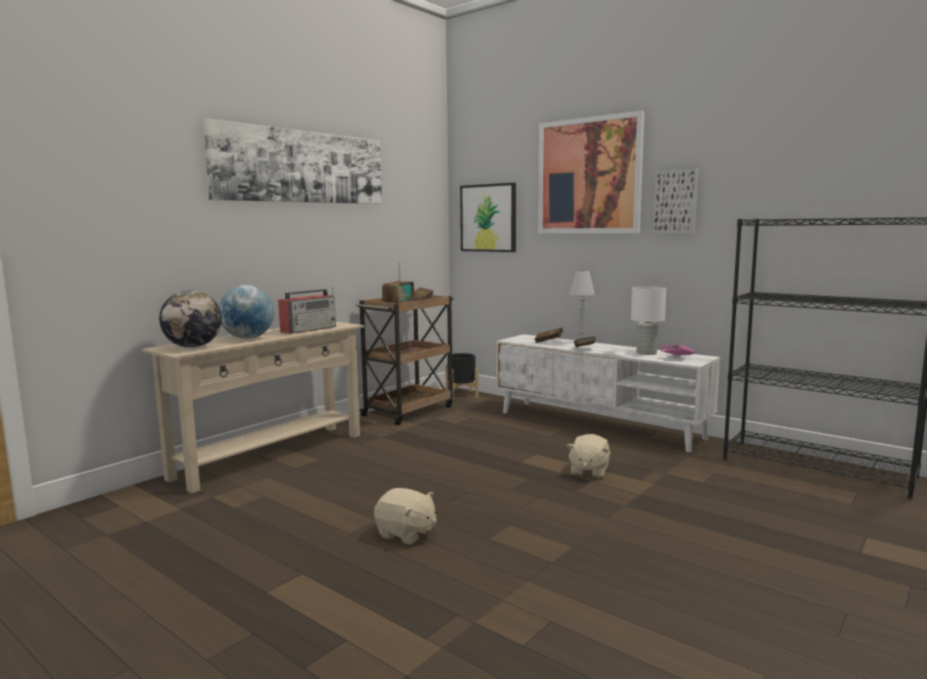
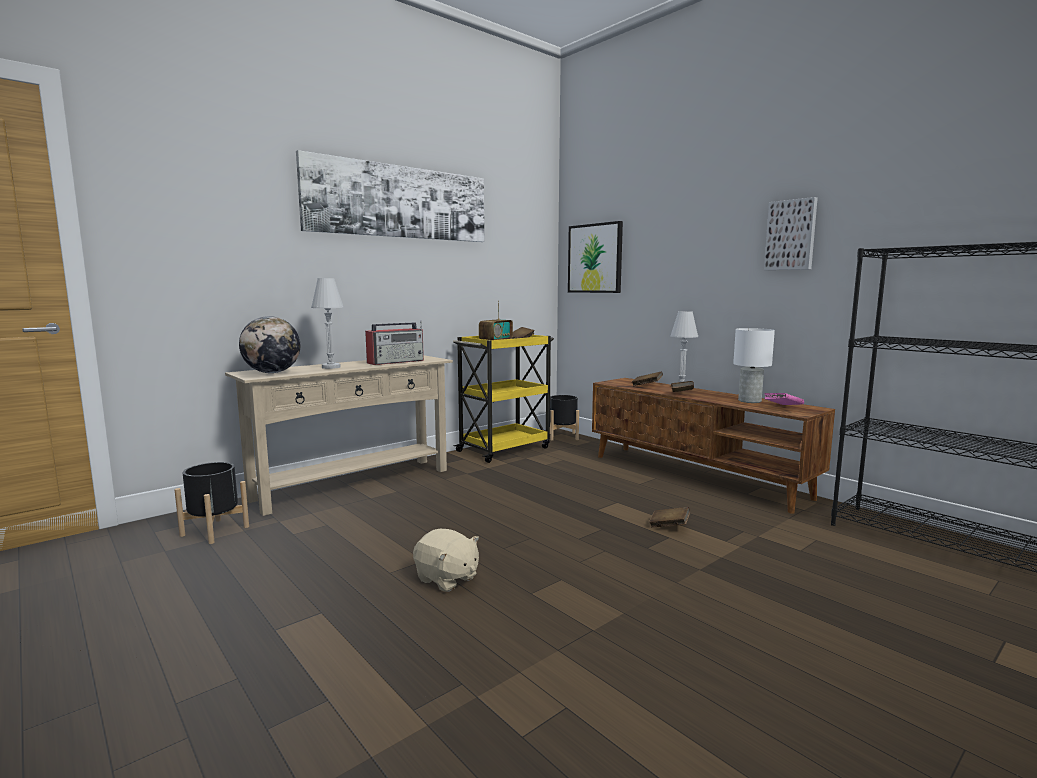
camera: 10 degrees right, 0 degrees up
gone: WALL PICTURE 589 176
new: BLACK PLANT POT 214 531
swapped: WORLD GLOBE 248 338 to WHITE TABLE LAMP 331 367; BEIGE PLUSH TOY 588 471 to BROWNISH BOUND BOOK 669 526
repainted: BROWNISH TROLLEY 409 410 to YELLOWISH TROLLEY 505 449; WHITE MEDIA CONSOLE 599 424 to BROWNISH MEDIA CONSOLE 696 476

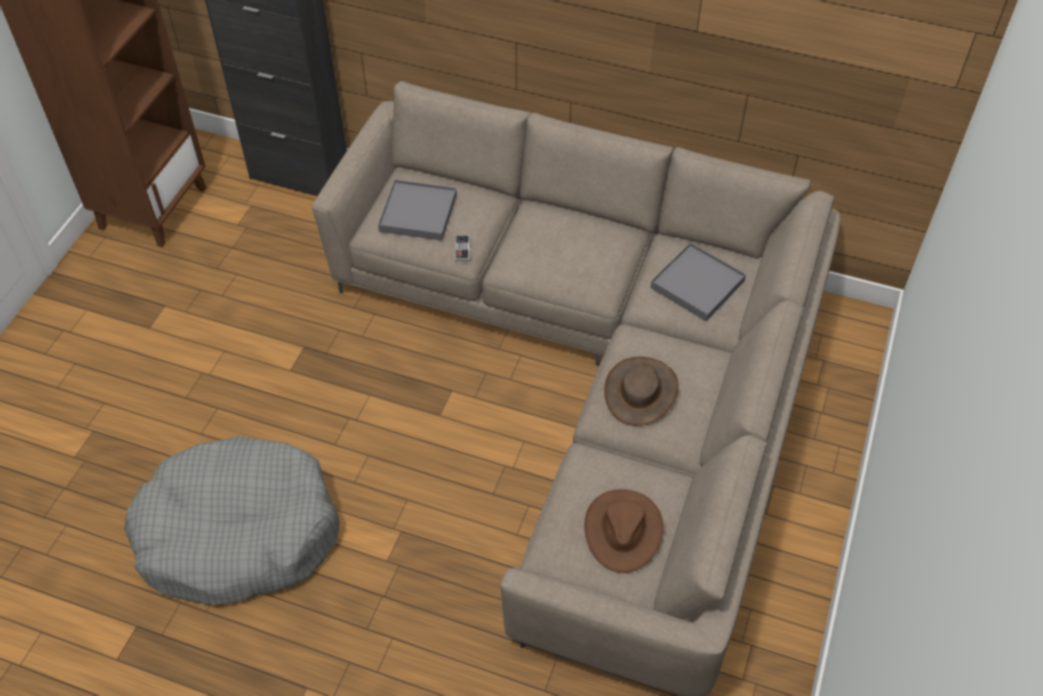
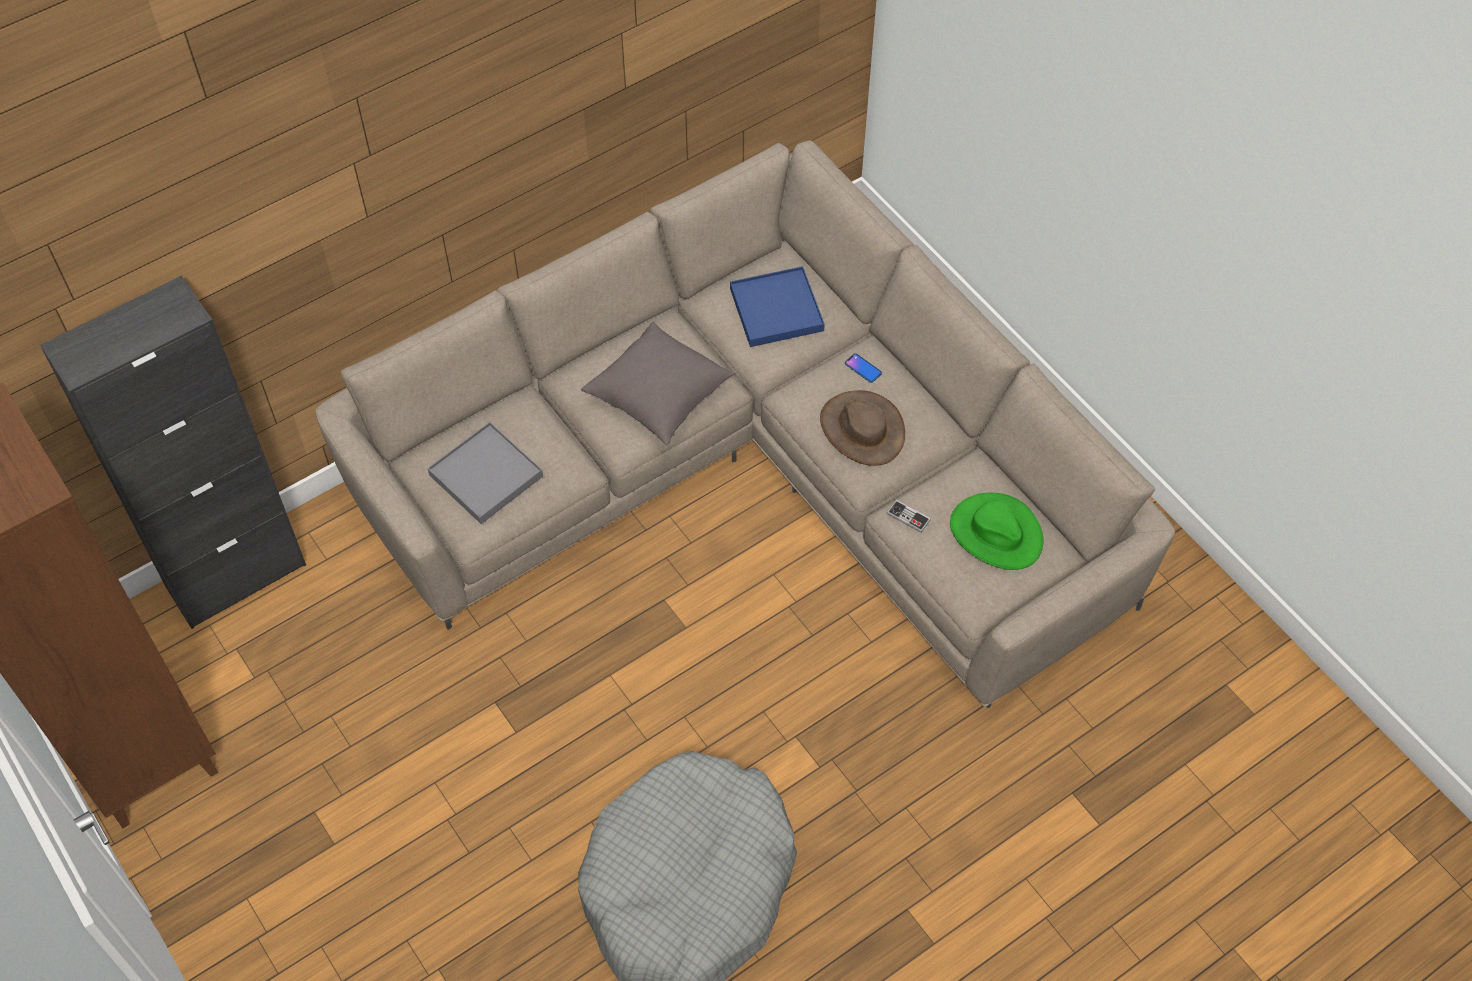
camera: 55 degrees left, 5 degrees up
new: GRAY PILLOW 659 396; PHONE 863 368
shifted: JOYPAD 462 249 to 908 517
repainted: GRAY TRAY 697 284 to BLUE TRAY 776 309; BROWNISH WEARABLE HAT 622 530 to GREEN-COLOURED WEARABLE HAT 995 533

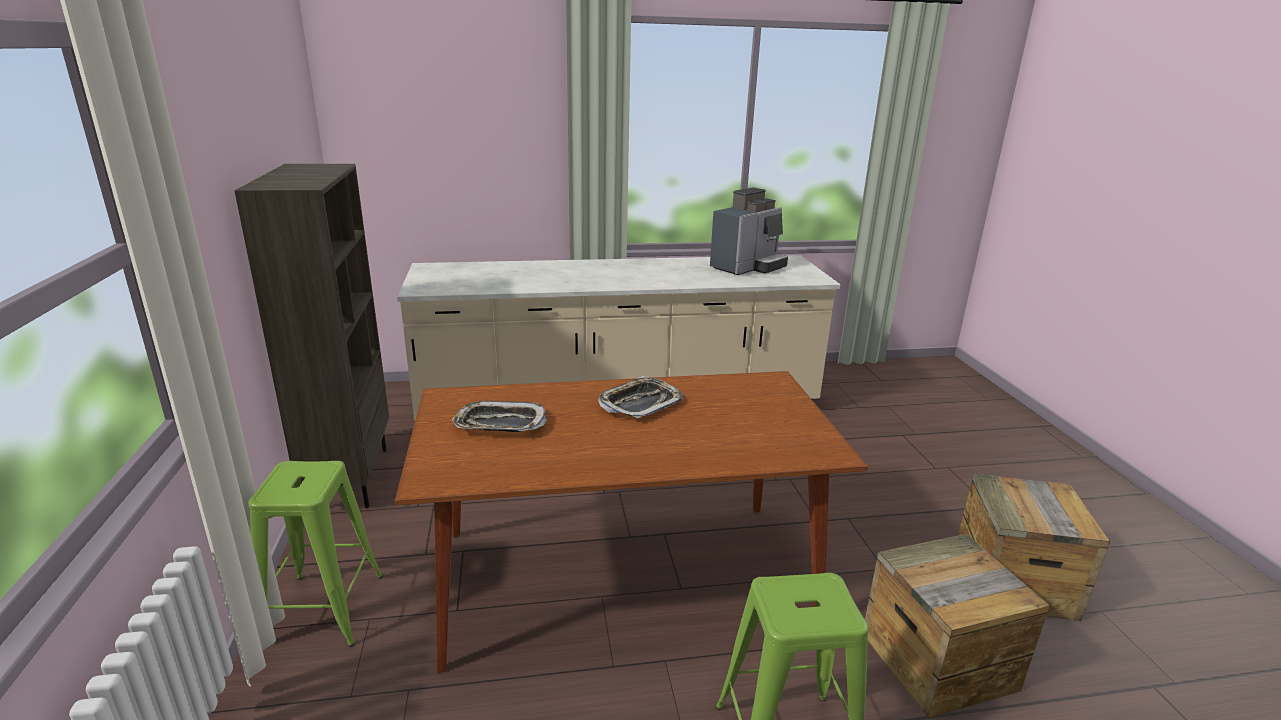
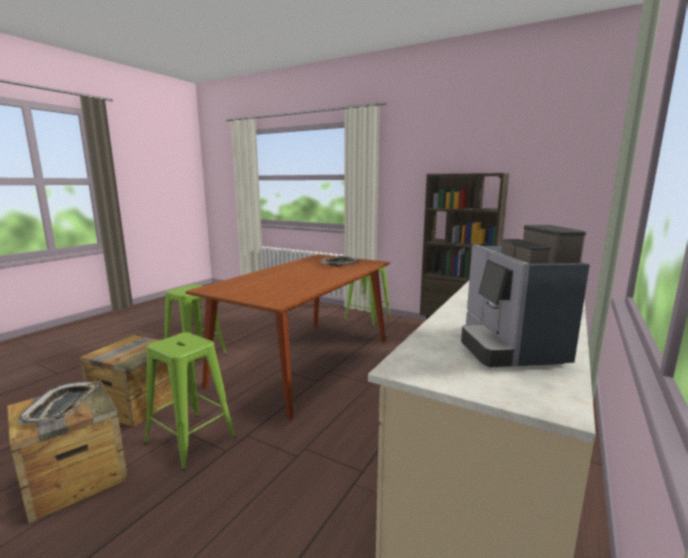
camera: 130 degrees right, 10 degrees down
new: GREEN-COLOURED STOOL SEAT 191 440
shifted: TRAY 640 403 to 62 406

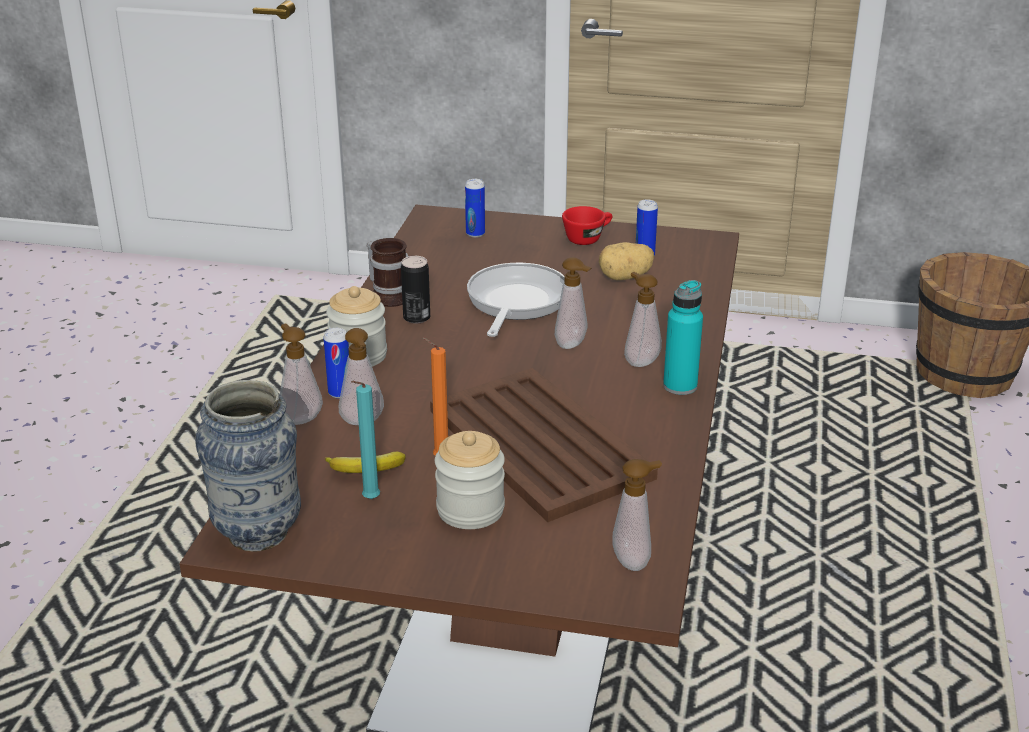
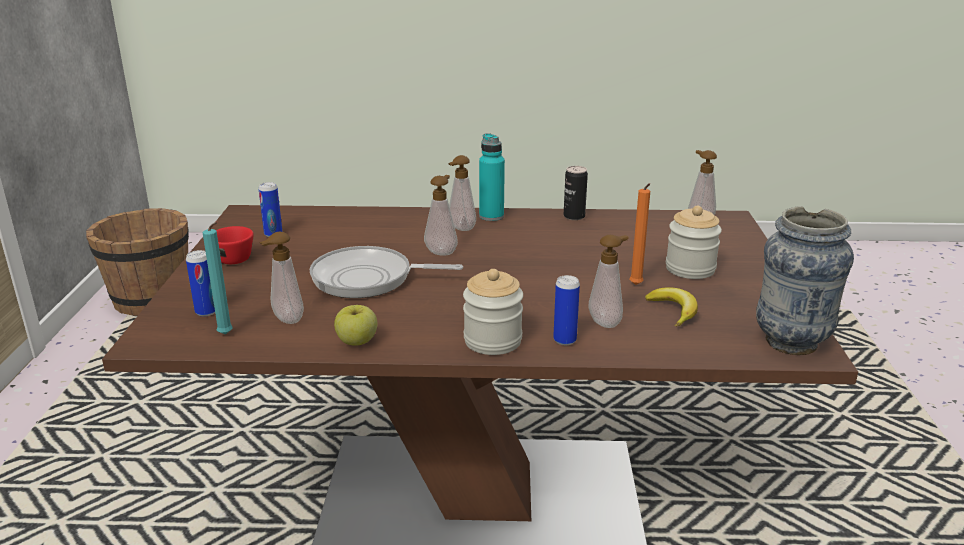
camera: 100 degrees left, 5 degrees down
gone: BROWNISH TRAY 538 442; WHOLE POTATO 625 277
shifted: BLUE-GREEN WAX CANDLE 369 500 to 227 335; SOAP BOTTLE 300 418 to 285 320; CAN 416 317 to 574 216
swapped: MUG 390 294 to APPLE 357 342

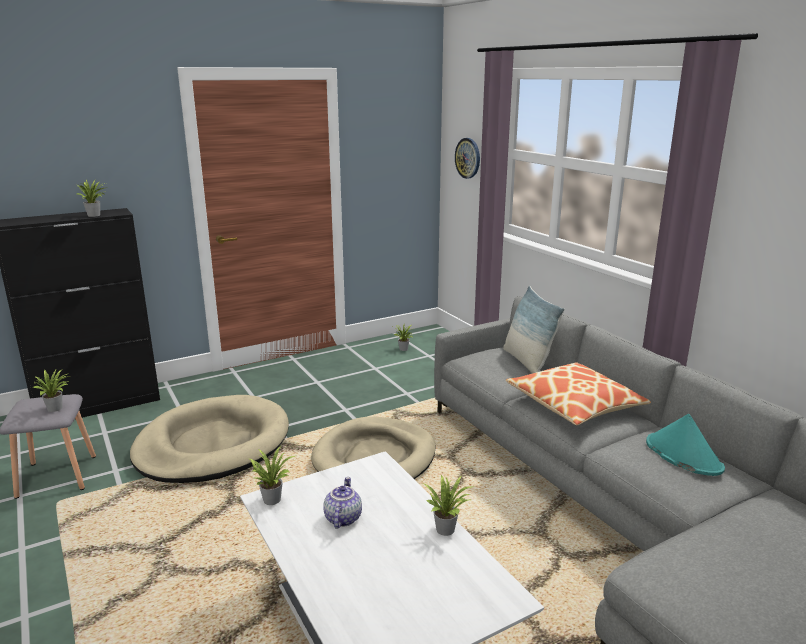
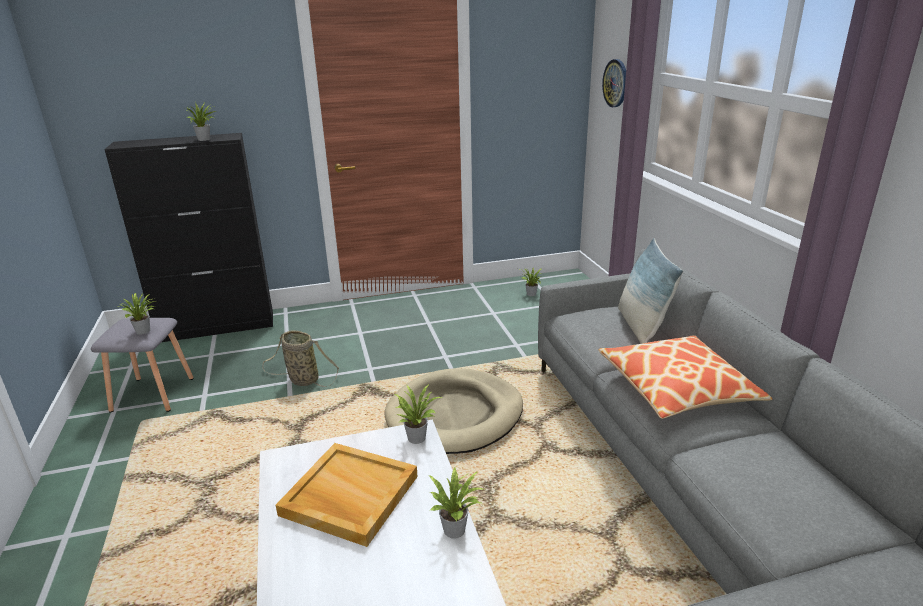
camera: 15 degrees right, 5 degrees up
gone: BLUE-GREEN WEARABLE HAT 683 455
shifted: PLANT IN A POT 271 498 to 416 436
swapped: BEIGE DOG BED 213 445 to HOUSEHOLD BASKET 302 379; TEA POT 342 518 to BEIGE TRAY 348 496

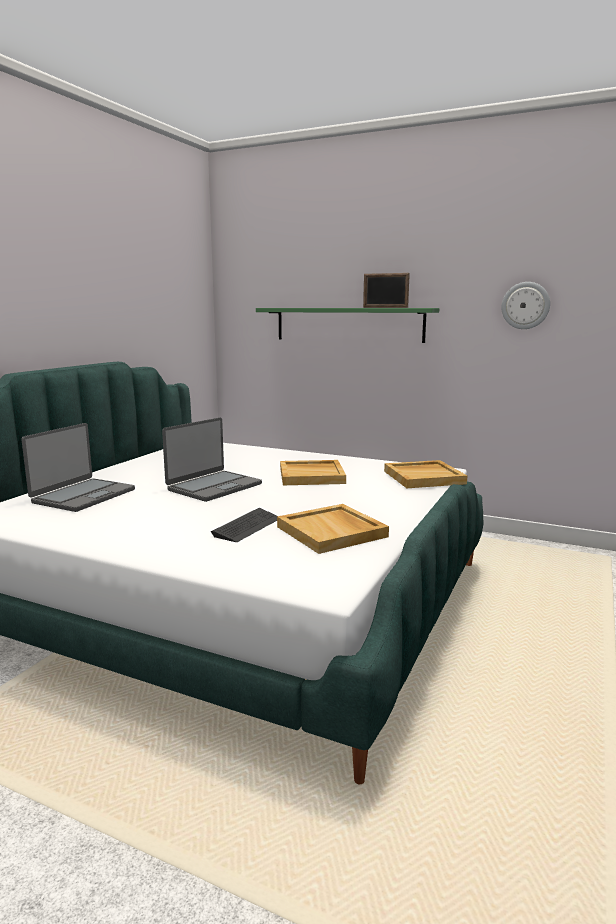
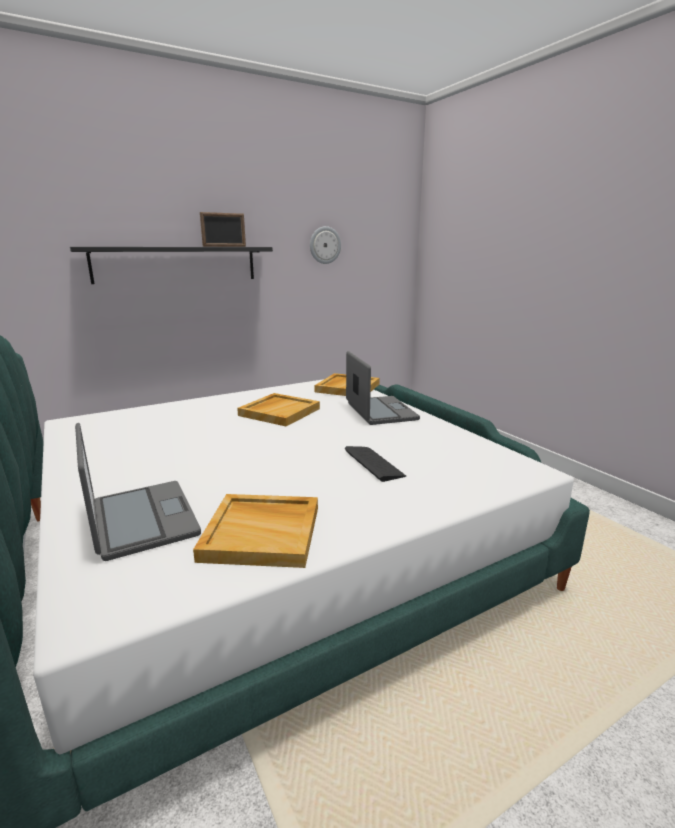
camera: 55 degrees left, 5 degrees up
shifted: BEIGE TRAY 332 532 to 263 532; PORTABLE COMPUTER 214 487 to 380 411
repainted: GREEN-COLOURED WALL SHELF 348 324 to BLACK WALL SHELF 176 264

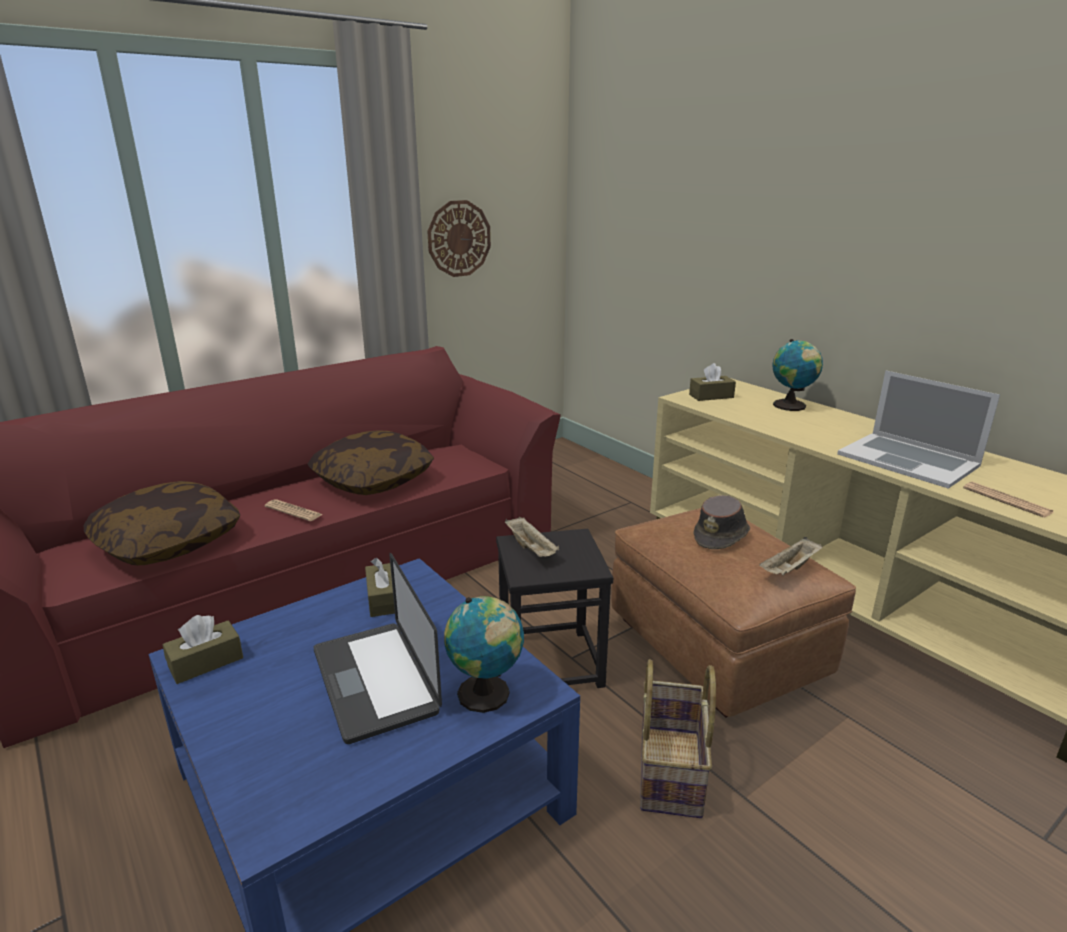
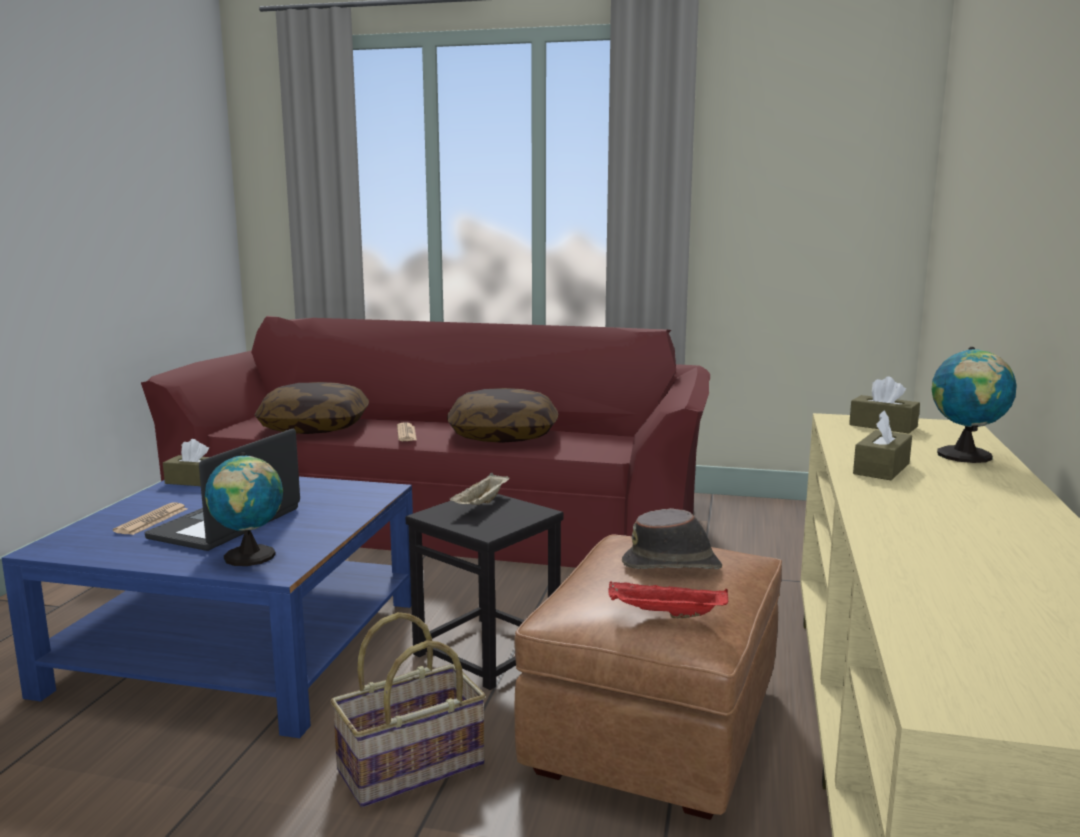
camera: 50 degrees right, 10 degrees down
gone: CLOCK ON THE WALL 459 238; PORTABLE COMPUTER 908 460
shifted: PRINTED PAPER 1006 500 to 152 520; BROWNISH TISSUE BOX 383 599 to 881 469
repainted: BEIGE TRAY 790 569 to REDDISH TRAY 665 614

